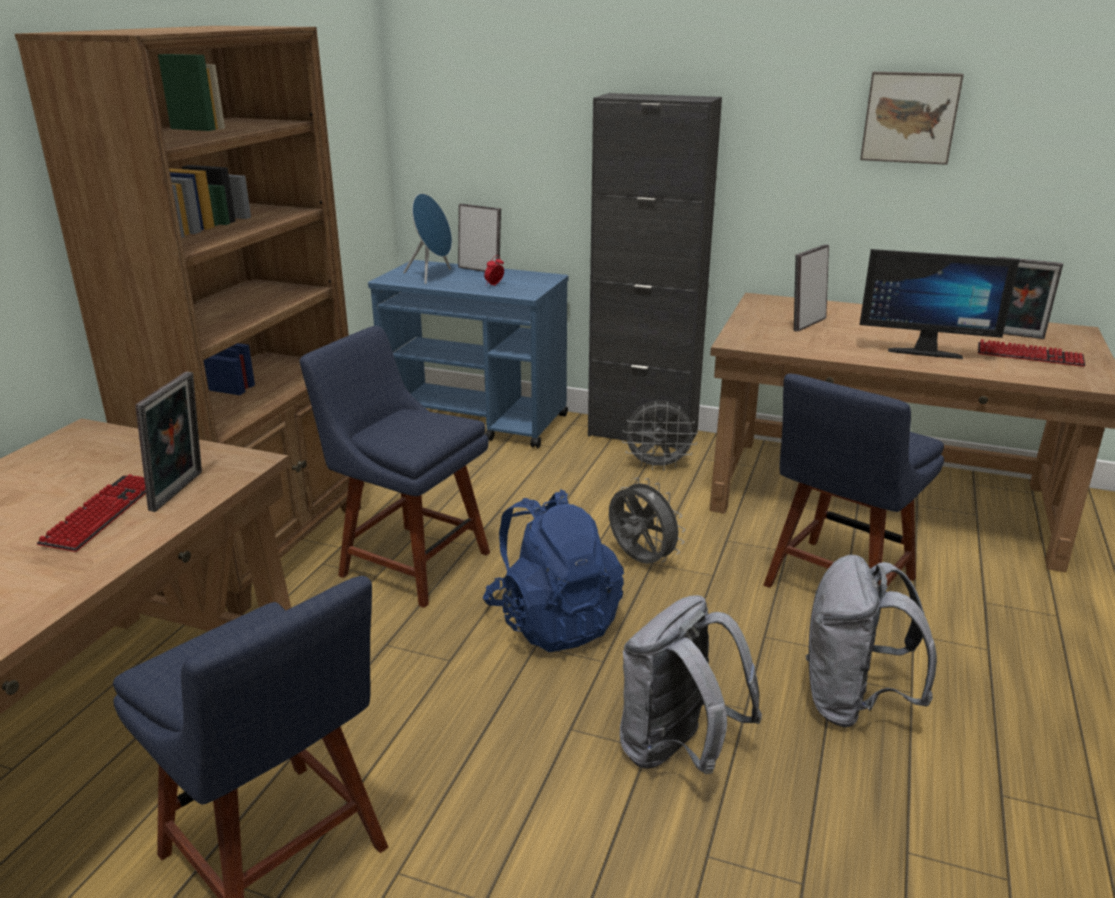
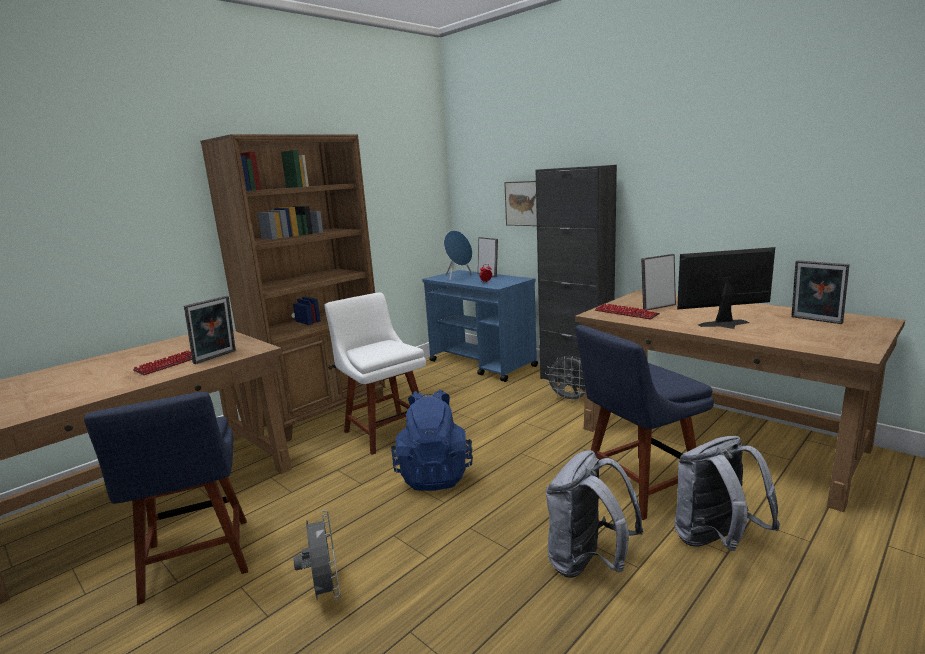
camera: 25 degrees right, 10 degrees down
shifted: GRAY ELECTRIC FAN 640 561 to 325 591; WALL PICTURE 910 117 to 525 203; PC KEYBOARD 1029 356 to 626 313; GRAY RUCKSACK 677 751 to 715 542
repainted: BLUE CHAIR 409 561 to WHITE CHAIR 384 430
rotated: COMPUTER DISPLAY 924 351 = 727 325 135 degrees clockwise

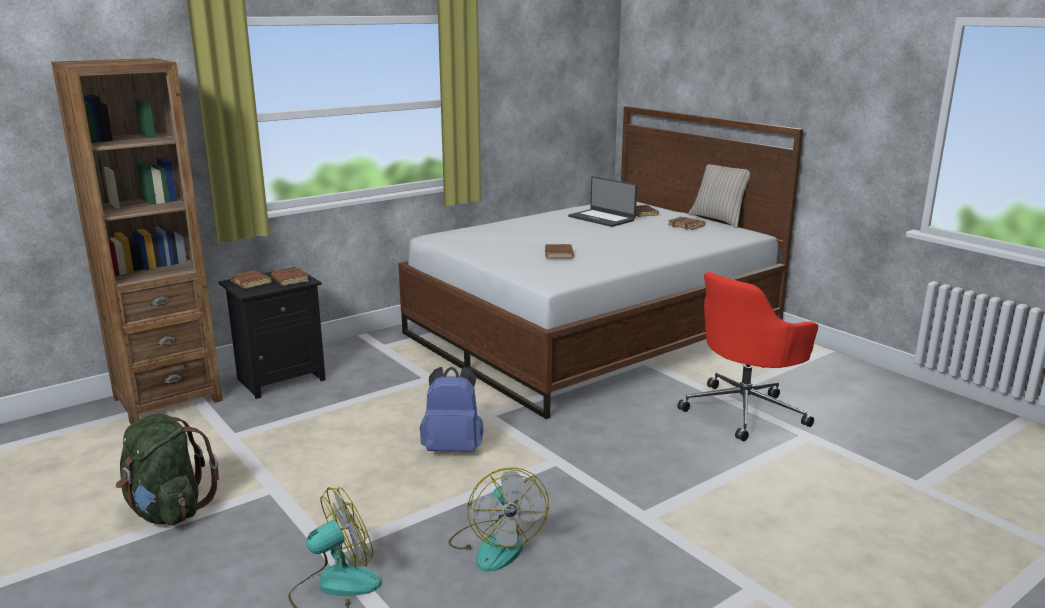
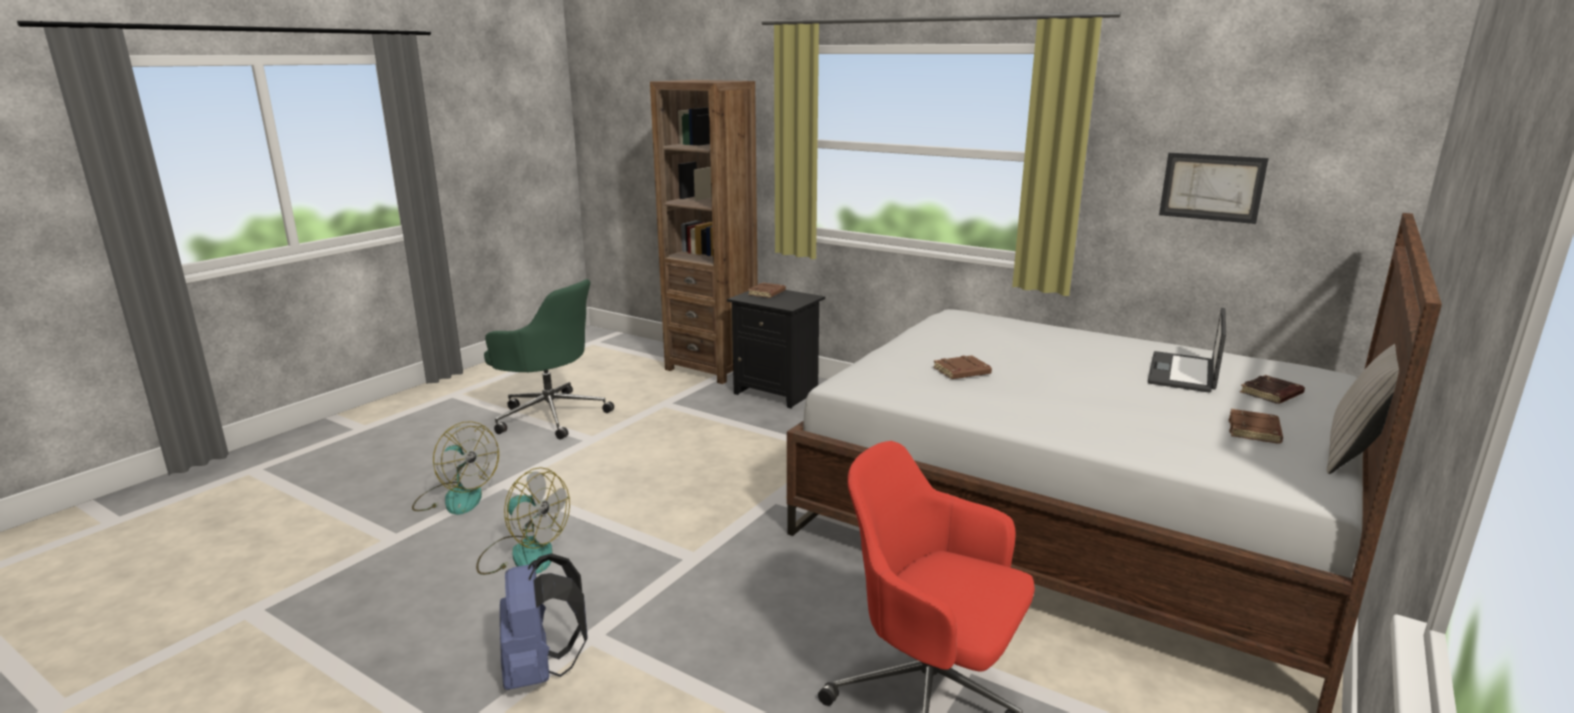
camera: 70 degrees right, 0 degrees up
gone: BROWNISH BOUND BOOK 289 280
new: WALL PICTURE 1211 187
shifted: BLUE RUCKSACK 453 447 to 540 671
swapped: GREEN-COLOURED RUCKSACK 168 511 to GREEN-COLOURED OFFICE CHAIR 550 415
rotated: ELECTRIC FAN 496 545 = 523 554 120 degrees counterclockwise

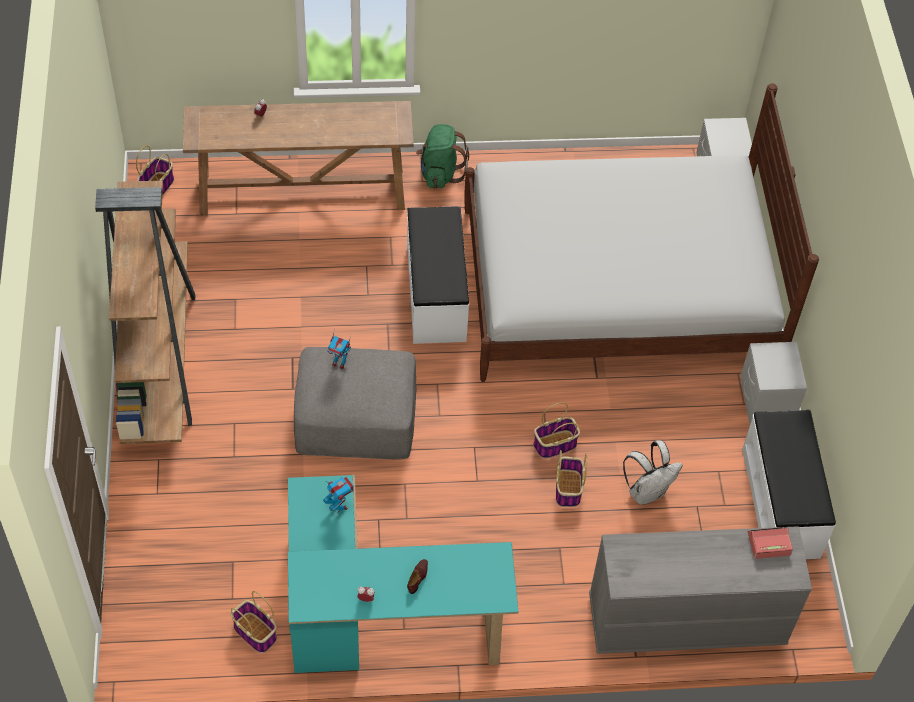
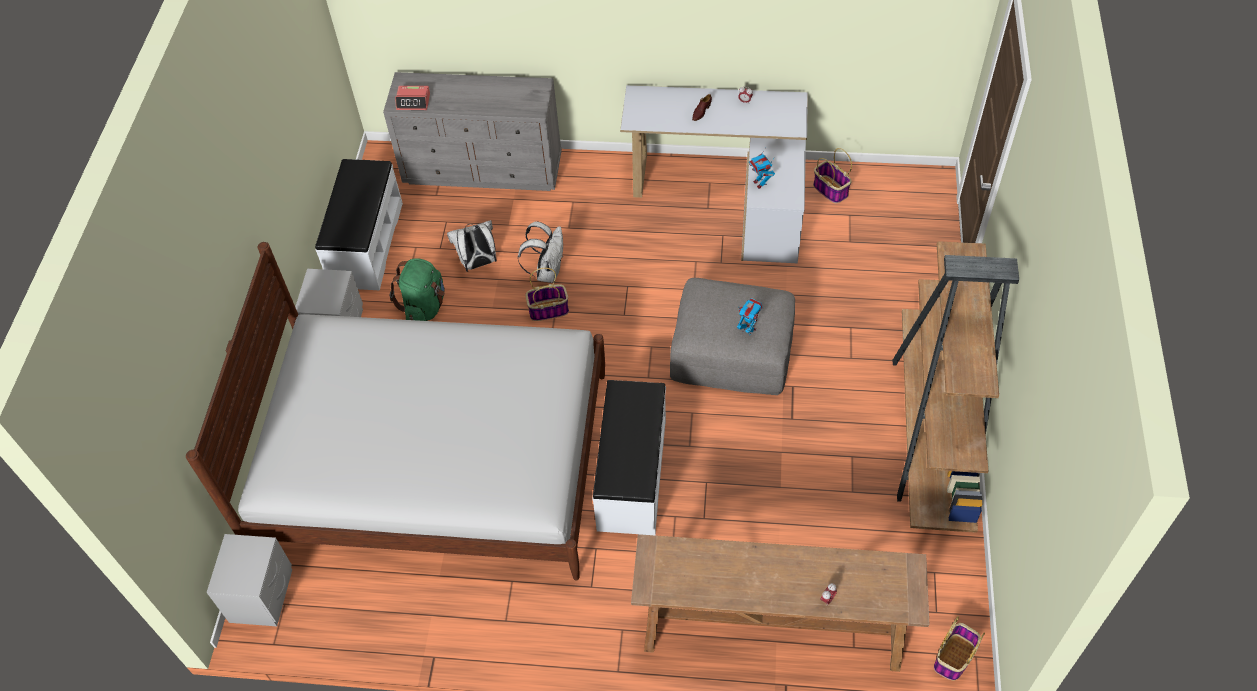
camera: 165 degrees left, 0 degrees up
shifted: GREEN-COLOURED RUCKSACK 440 173 to 424 307
swapped: HOUSEHOLD BASKET 568 489 to WHITE RUCKSACK 547 271
repainted: BLUE-GREEN DESK TABLE 378 614 to WHITE DESK TABLE 729 194

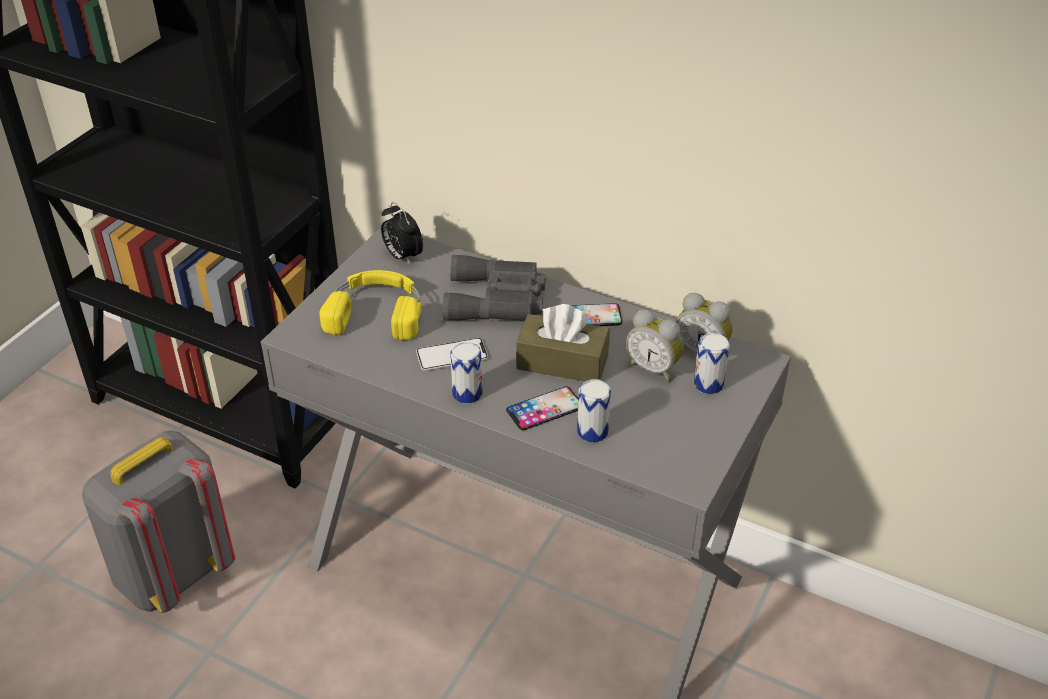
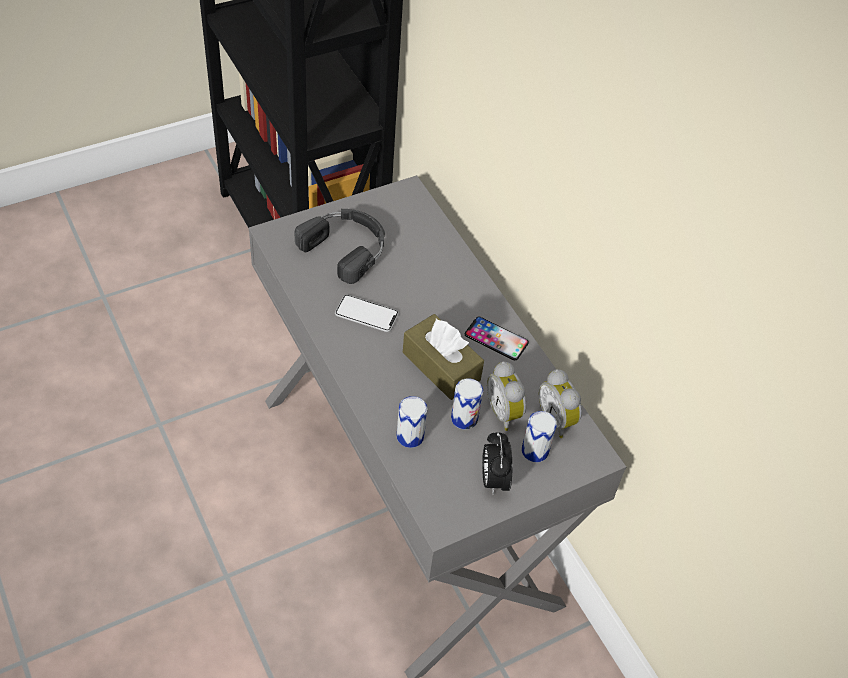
camera: 30 degrees right, 10 degrees up
gone: GRAY RUCKSACK 173 574; GRAY FIELD GLASSES 498 300; PHONE 544 409
shifted: CAN 467 393 to 464 418; TABLE CLOCK 402 256 to 493 479
repainted: YELLOWISH HEADSET 376 311 to BLACK HEADSET 347 247

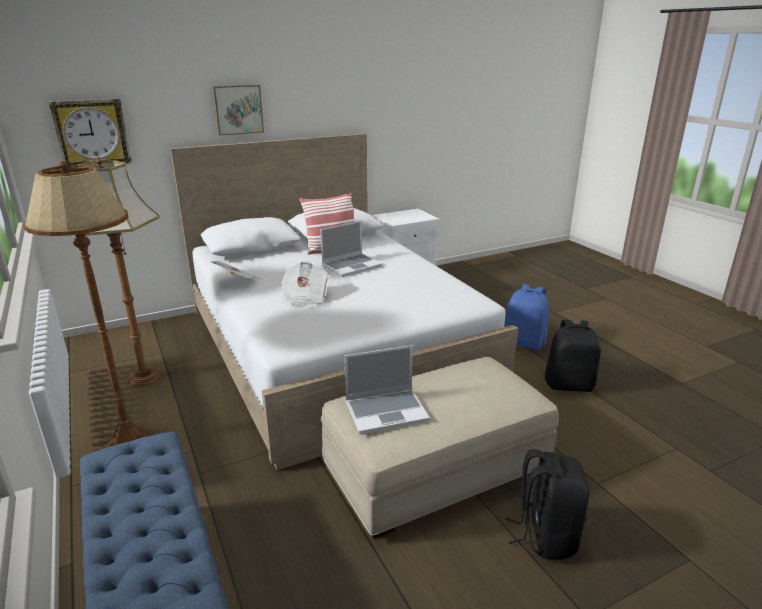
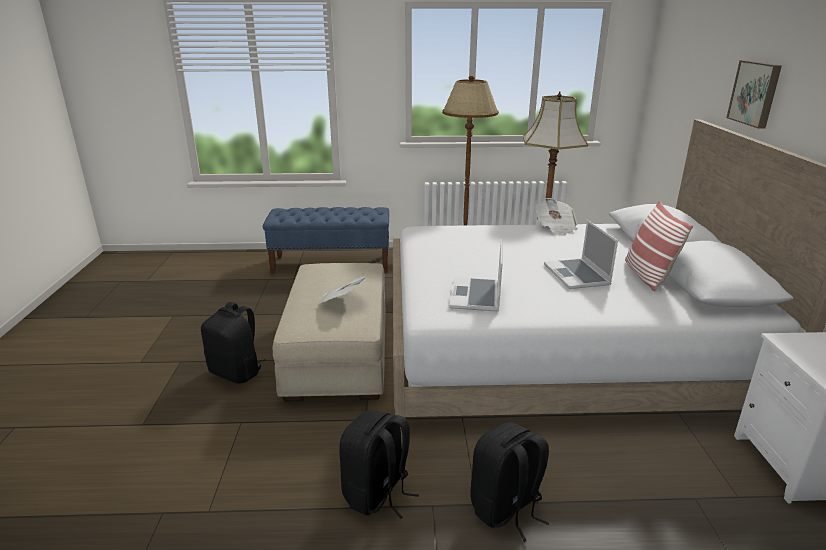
camera: 115 degrees right, 0 degrees up
gone: CLOCK ON THE WALL 92 137
shifted: PRINTED PAPER 305 297 to 342 302; PORTABLE COMPUTER 387 411 to 476 296
repainted: BLUE RUCKSACK 524 343 to BLACK RUCKSACK 506 509

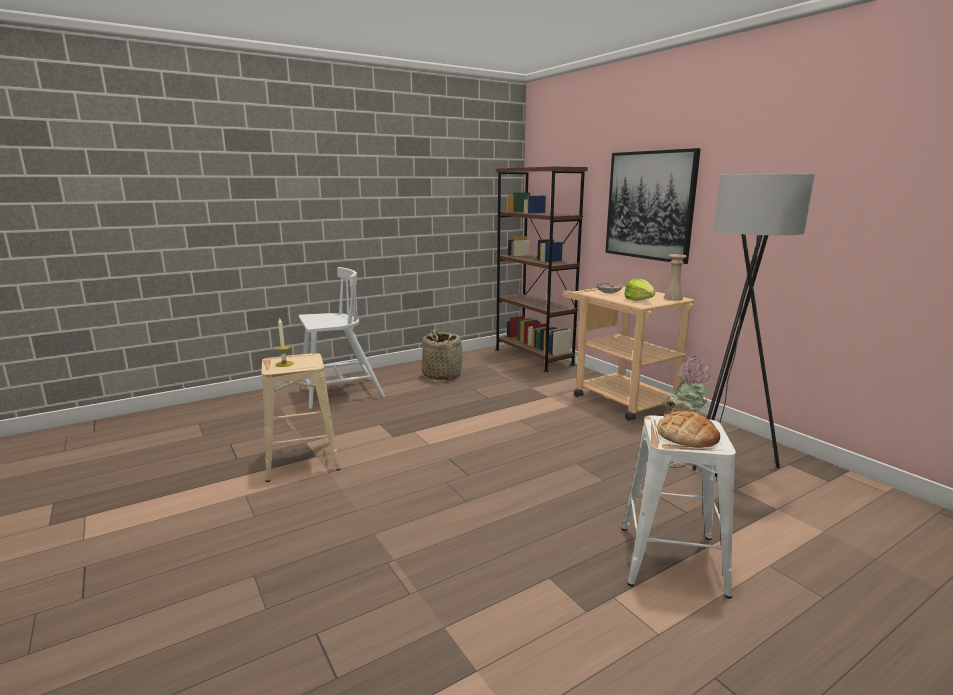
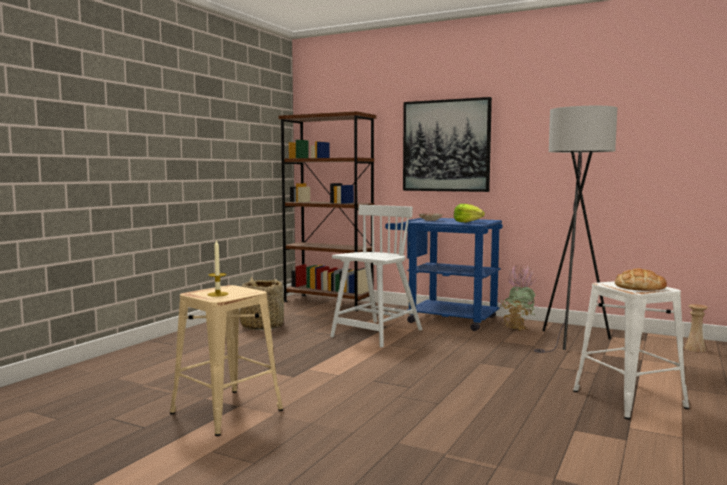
camera: 30 degrees left, 10 degrees down
shifted: WHITE CHAIR 340 393 to 376 334; BEIGE DECORATIVE VASE 673 298 to 695 349
repainted: BEIGE TROLLEY 617 398 to BLUE TROLLEY 444 319

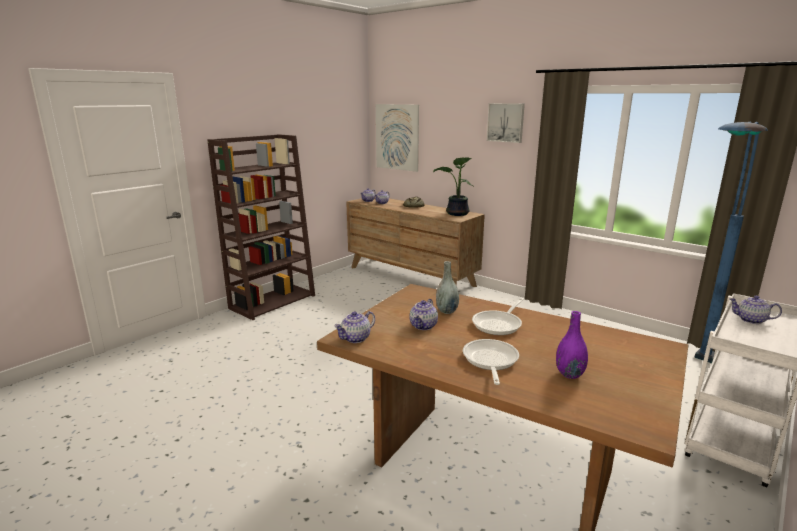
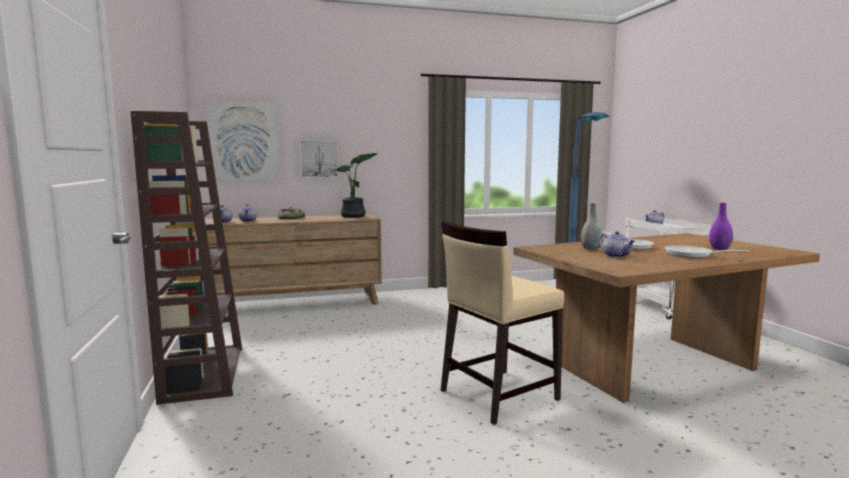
camera: 55 degrees left, 10 degrees down
gone: TEA POT 355 338
new: BEIGE CHAIR 497 395
shifted: WALL PICTURE 506 122 to 319 159

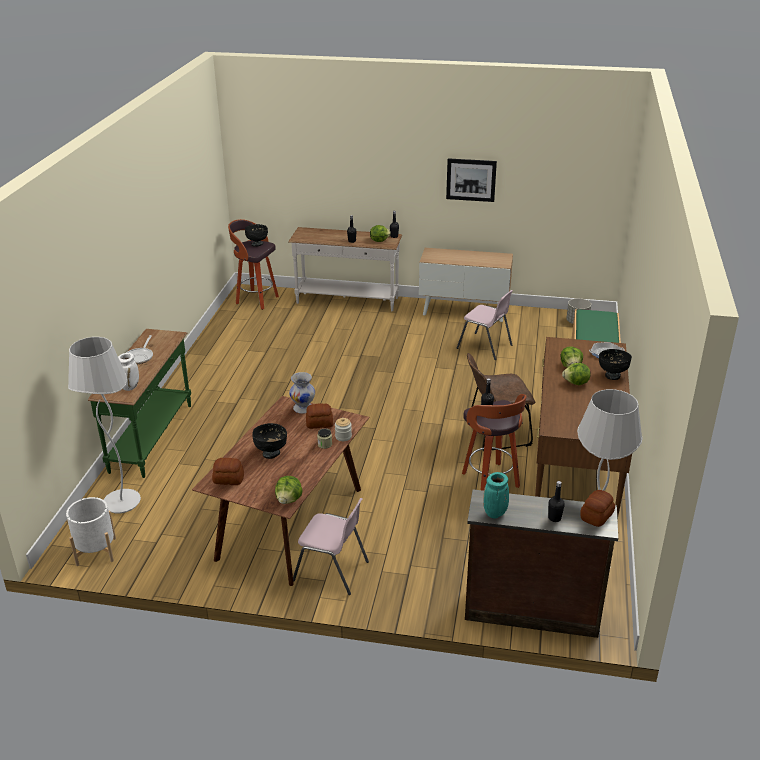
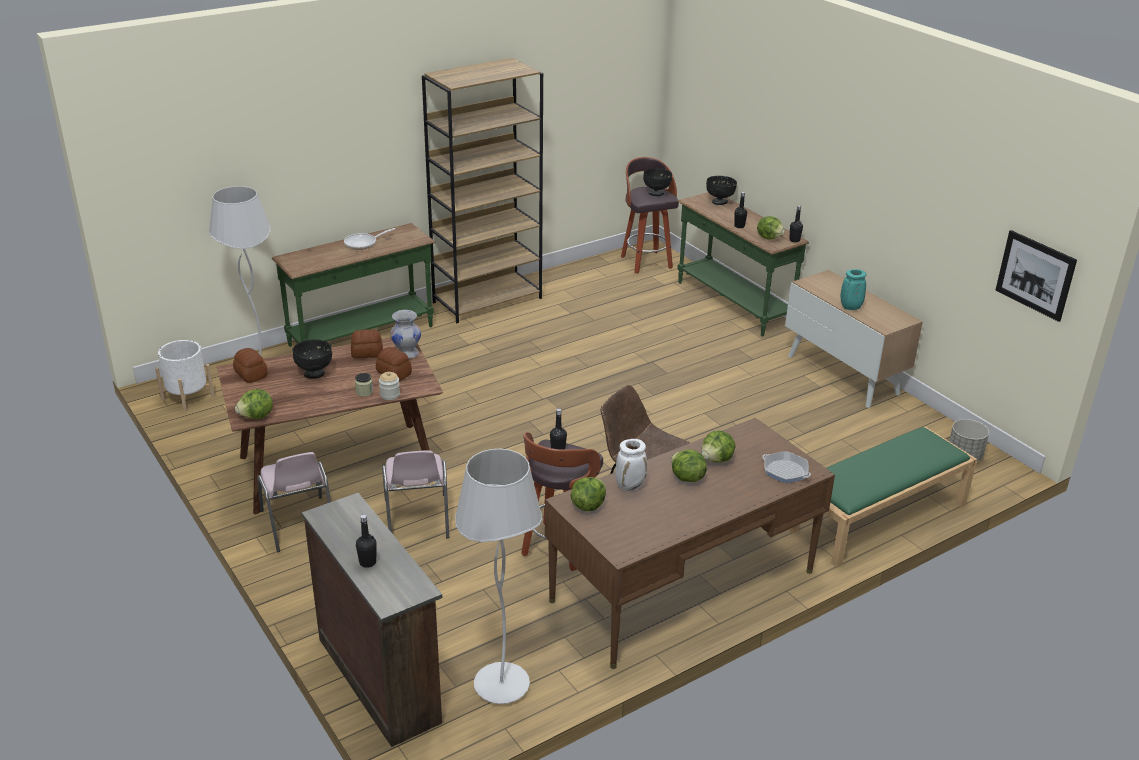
camera: 45 degrees right, 0 degrees up
new: BROWNISH SHELVING UNIT 487 300; LETTUCE 588 505
shifted: BAKED BREAD 596 516 to 366 353; PINKISH CHAIR 485 347 to 417 520; WHITE DECORATIVE VASE 130 387 to 630 486; BLACK SERVING BOWL 612 375 to 719 202; BLUE-GREEN DECORATIVE VASE 495 514 to 850 308; WALL PICTURE 471 180 to 1035 275
repainted: WHITE HALL TABLE 347 301 to GREEN-COLOURED HALL TABLE 732 304

